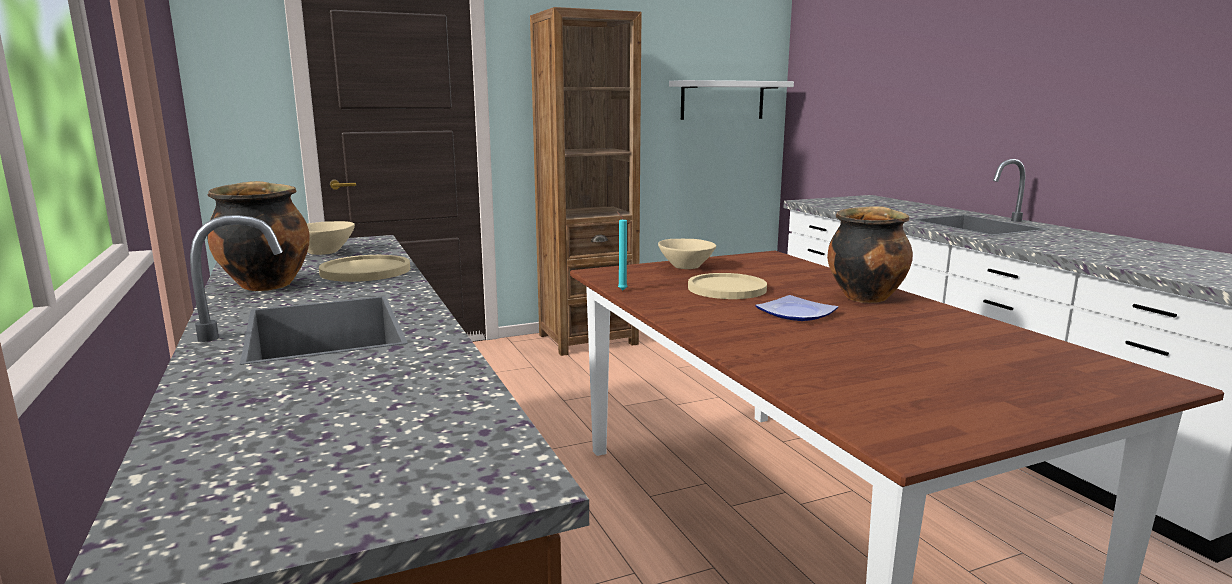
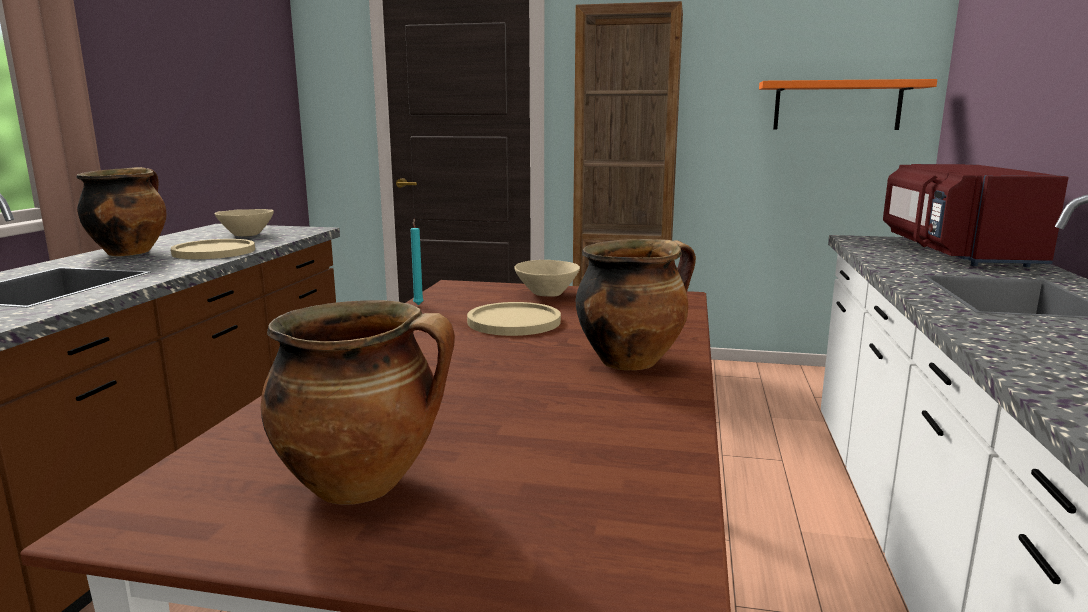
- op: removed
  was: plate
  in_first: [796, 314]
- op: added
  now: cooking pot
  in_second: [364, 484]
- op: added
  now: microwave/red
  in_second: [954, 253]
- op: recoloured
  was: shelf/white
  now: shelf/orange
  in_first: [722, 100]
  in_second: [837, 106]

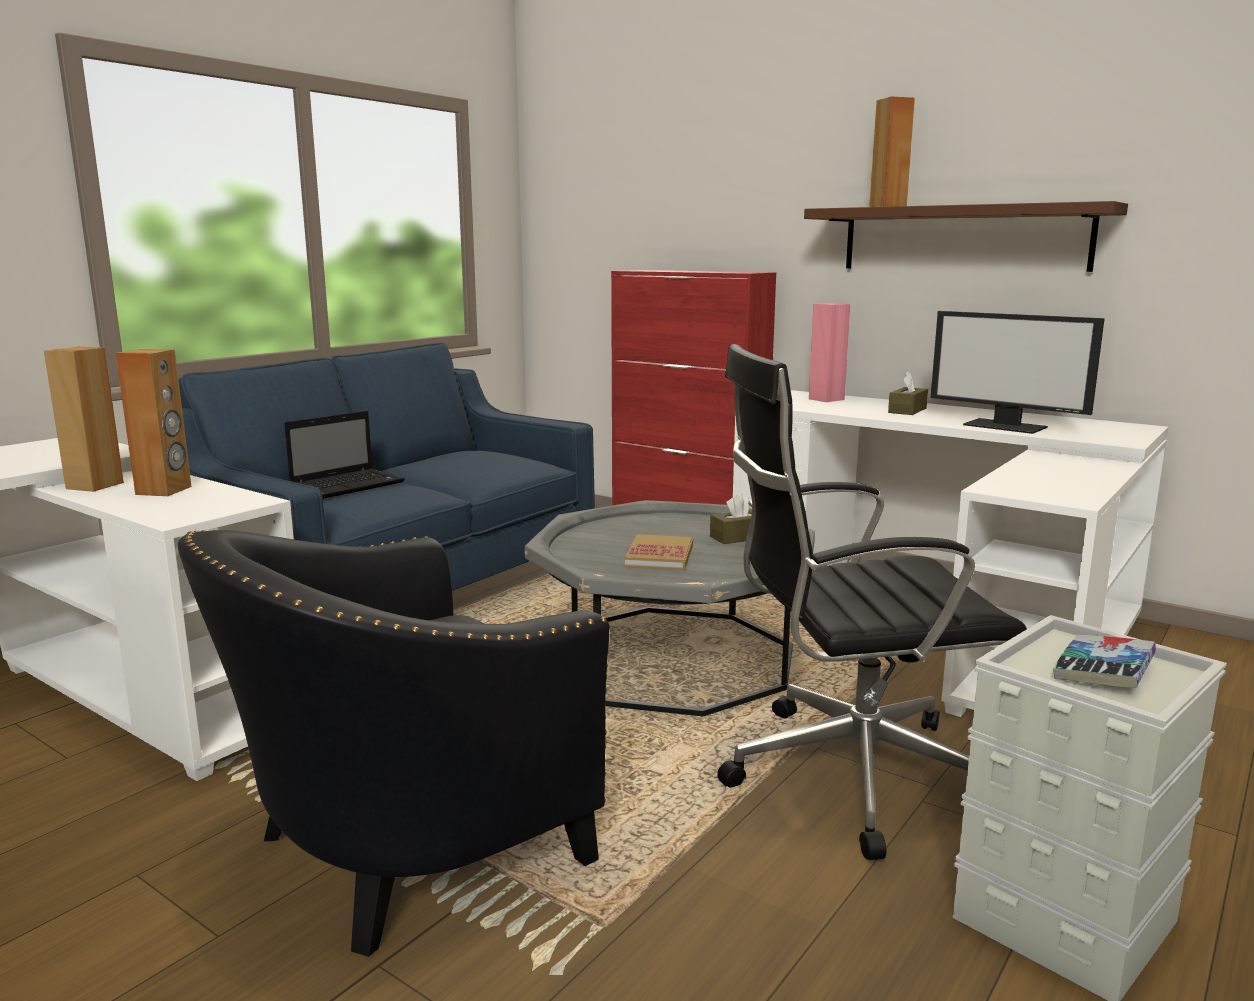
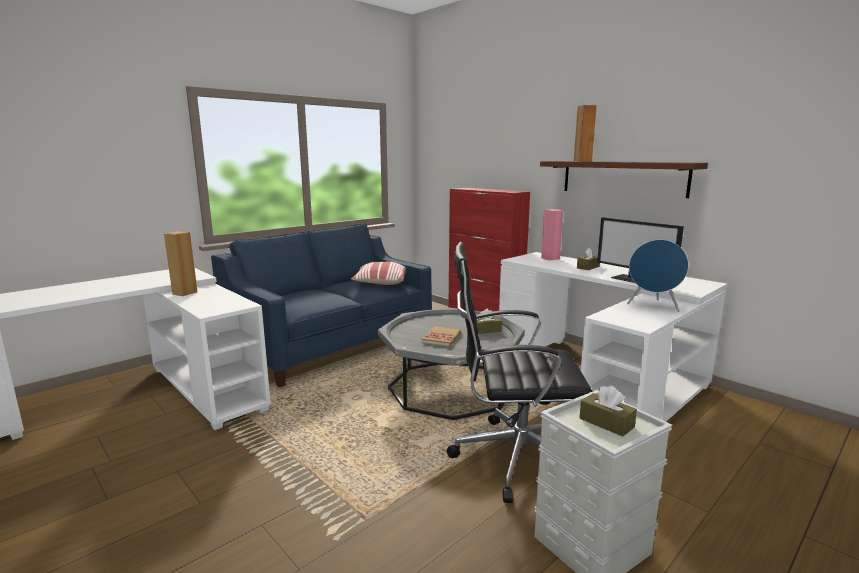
- op: removed
  was: speaker/brown
  in_first: [164, 490]
- op: removed
  was: armchair/black
  in_first: [402, 849]
- op: removed
  was: laptop
  in_first: [349, 485]
- op: added
  now: pillow
  in_second: [380, 283]
- op: added
  now: speaker/blue
  in_second: [653, 306]
- op: replaced
  was: book
  now: tissue box/brown
  in_first: [1103, 671]
  in_second: [606, 423]

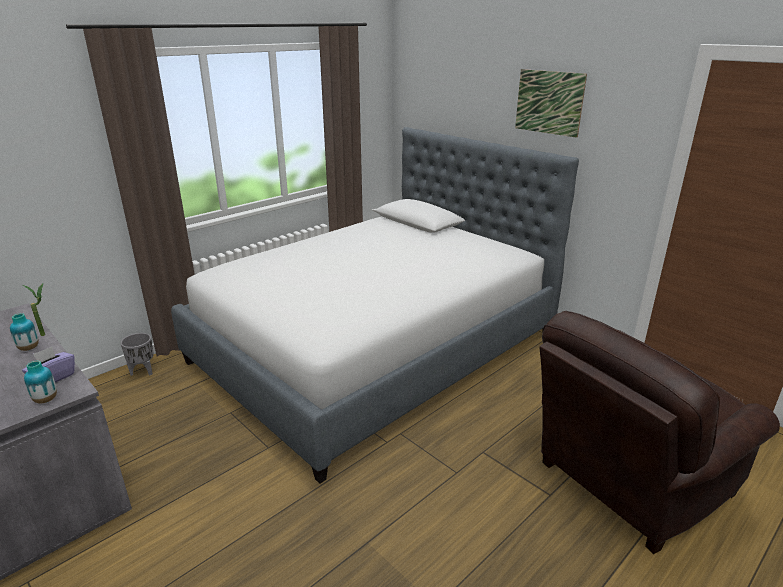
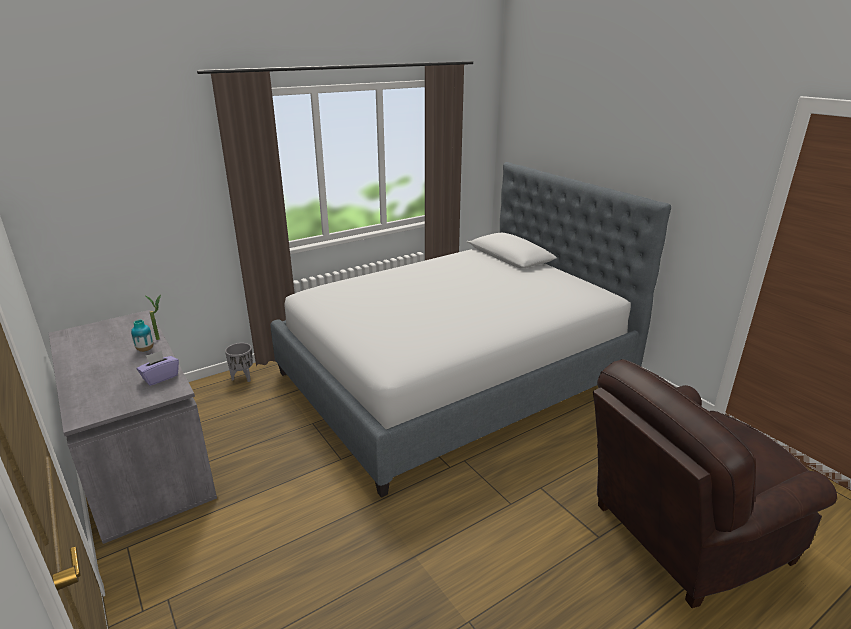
- op: removed
  was: vase
  in_first: [46, 400]
- op: removed
  was: picture
  in_first: [549, 102]

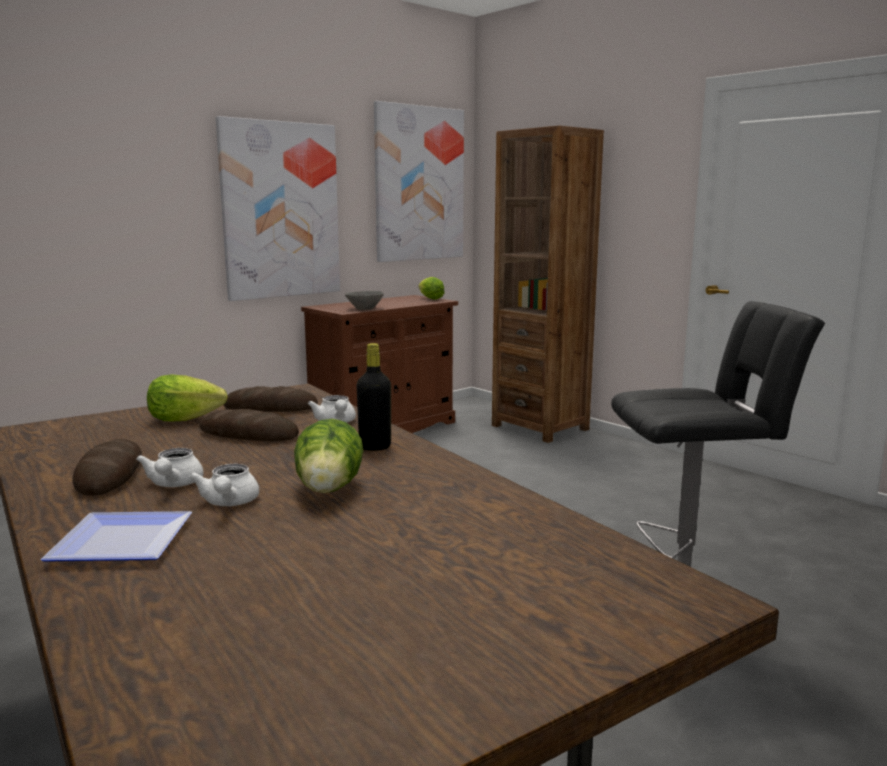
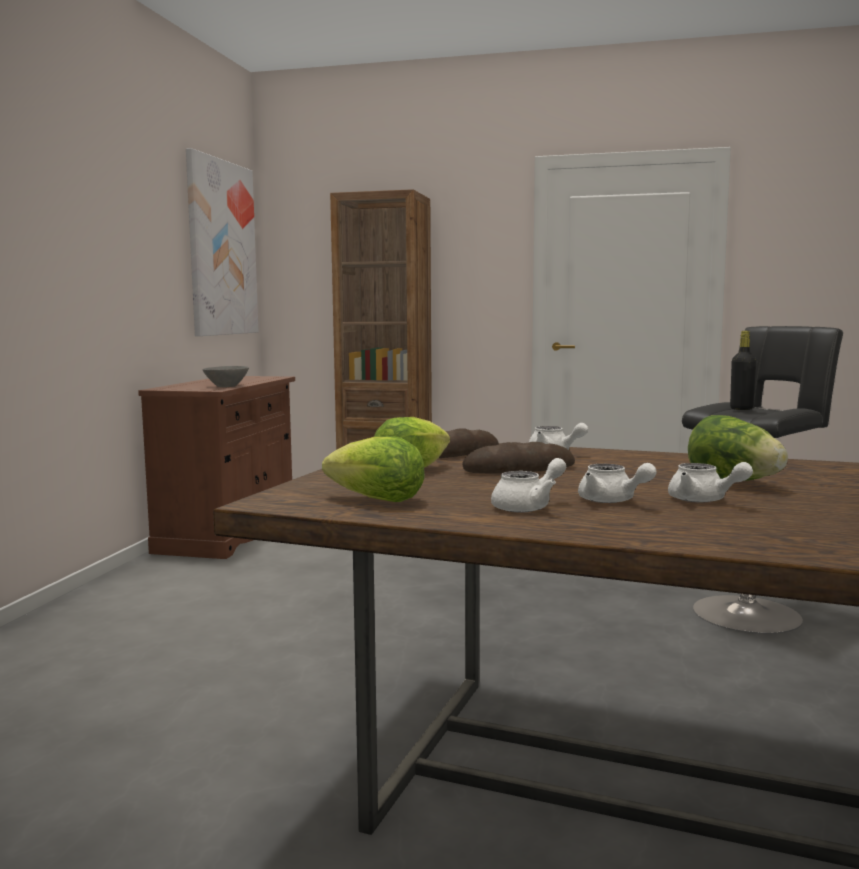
- op: removed
  was: plate
  in_first: [117, 544]
- op: removed
  was: picture
  in_first: [280, 210]
- op: moved
  was: bottle/black
  in_first: [375, 447]
  in_second: [741, 409]
- op: moved
  was: lettuce
  in_first: [430, 299]
  in_second: [377, 500]
- op: replaced
  was: bread
  now: teapot/white
  in_first: [110, 474]
  in_second: [528, 507]

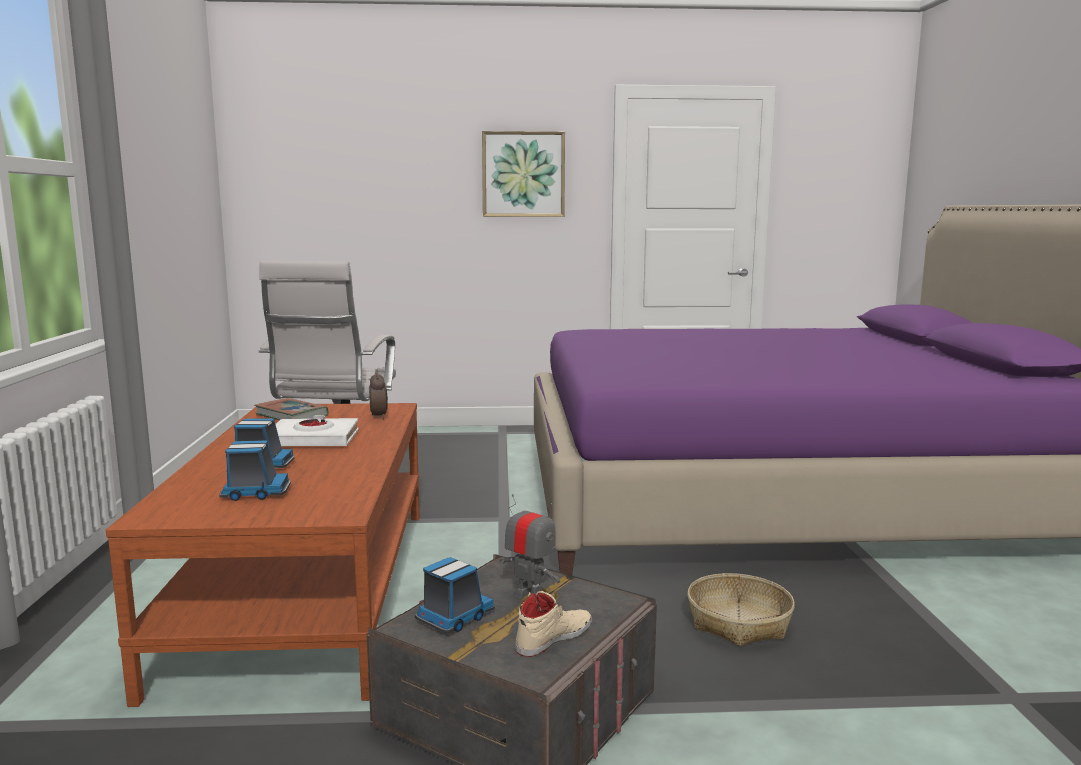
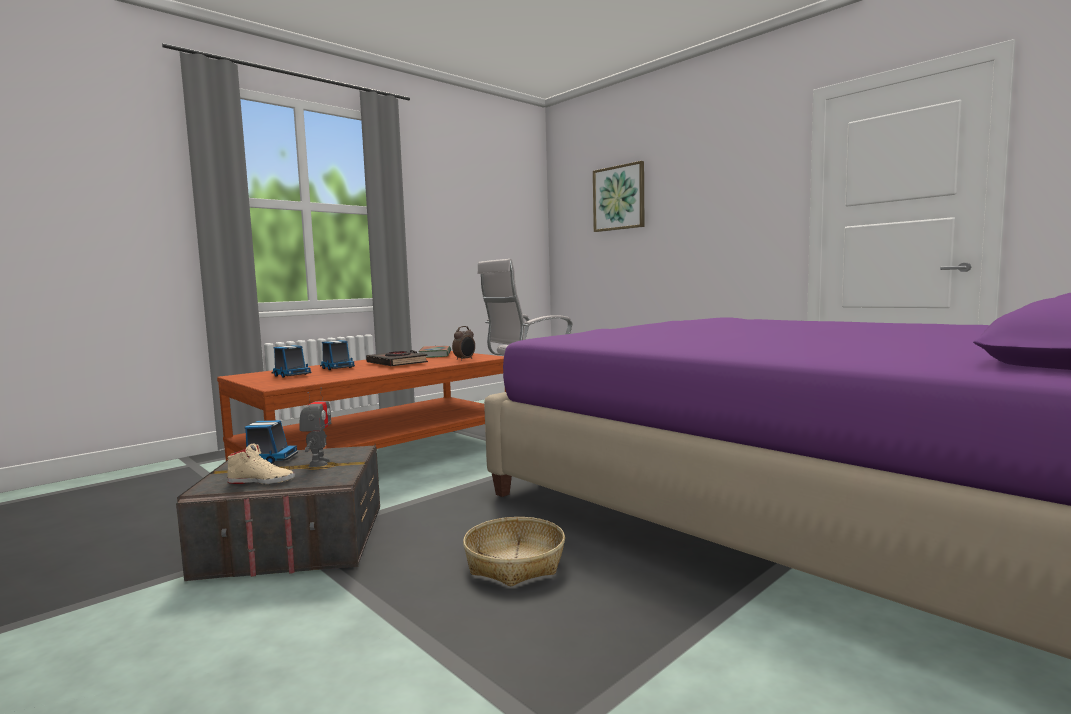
- op: moved
  was: picture
  in_first: [523, 174]
  in_second: [619, 198]
- op: recoloured
  was: book/white
  now: book/black
  in_first: [313, 439]
  in_second: [397, 363]

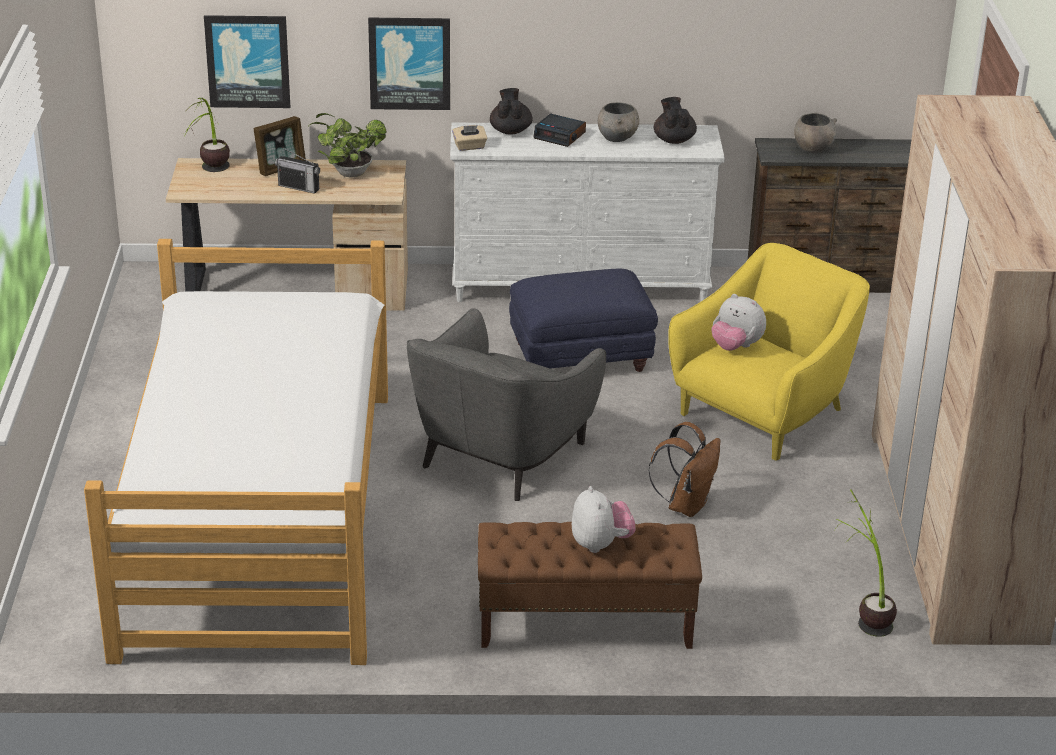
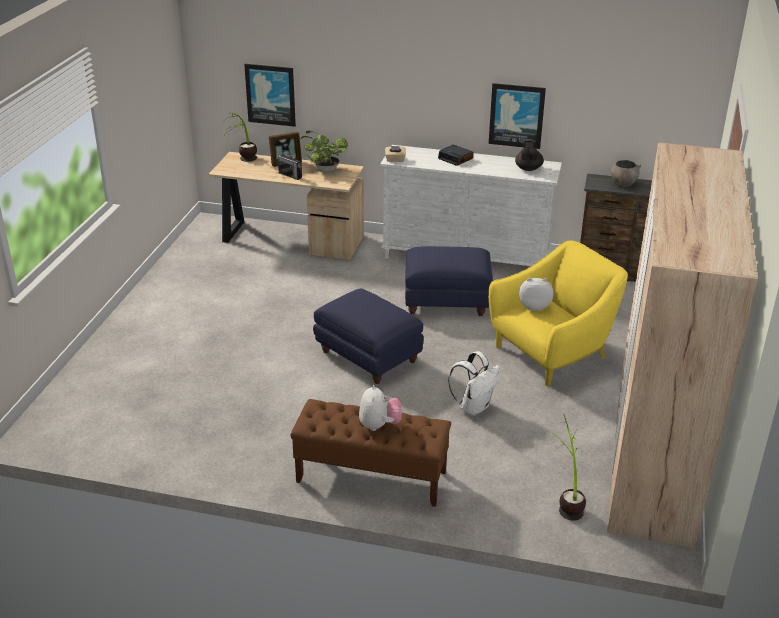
- op: removed
  was: bed
  in_first: [259, 518]
- op: removed
  was: teapot/black
  in_first: [510, 130]
- op: removed
  was: bowl/grey
  in_first: [617, 138]
- op: moved
  was: picture
  in_first: [409, 63]
  in_second: [516, 115]
- op: replaced
  was: armchair/grey
  now: ottoman/blue
  in_first: [500, 454]
  in_second: [367, 356]
- op: recoloured
  was: backpack/brown
  now: backpack/white
  in_first: [686, 505]
  in_second: [474, 407]
- op: turned
  was: plush toy
  in_first: [736, 346]
  in_second: [534, 306]
  clockwise: 135

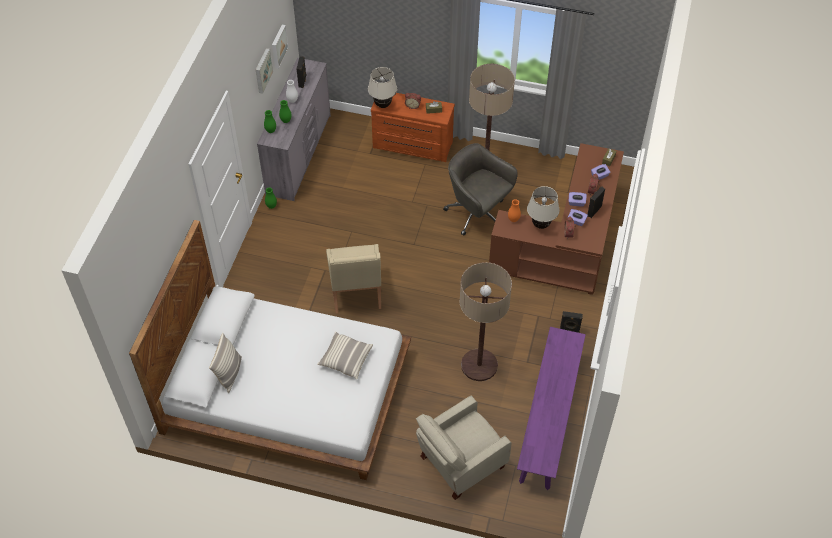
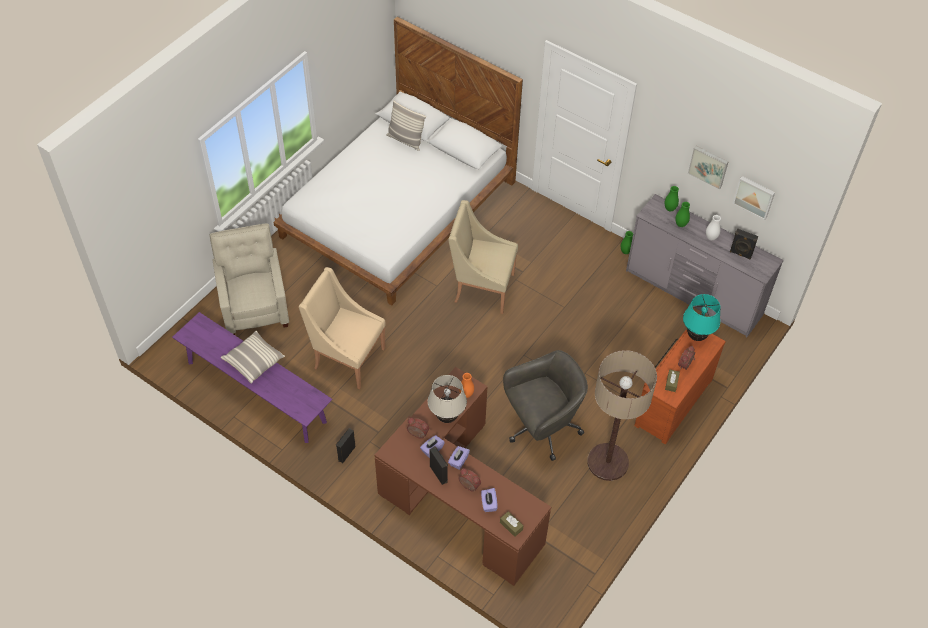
- op: moved
  was: pillow
  in_first: [345, 359]
  in_second: [254, 361]
- op: replaced
  was: floor lamp
  now: armchair/beige
  in_first: [479, 365]
  in_second: [347, 358]
- op: recoloured
  was: table lamp/beige
  now: table lamp/turquoise
  in_first: [383, 105]
  in_second: [696, 336]

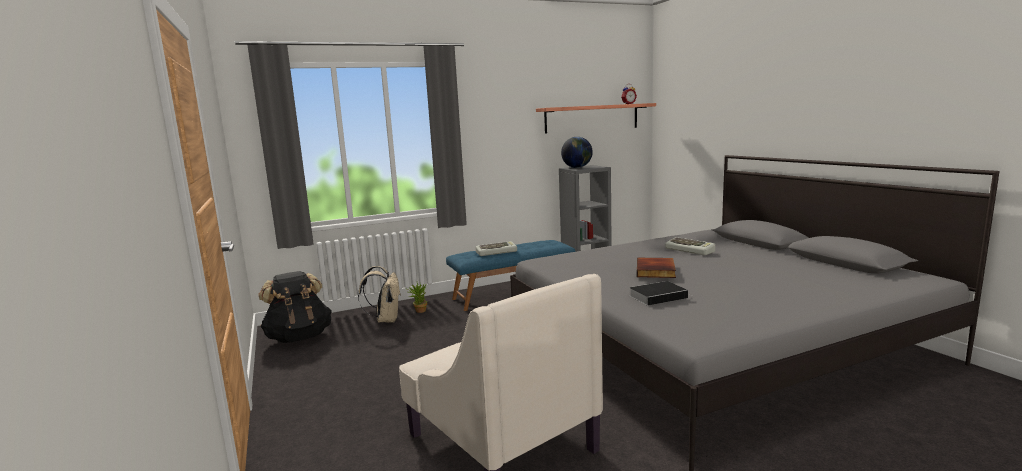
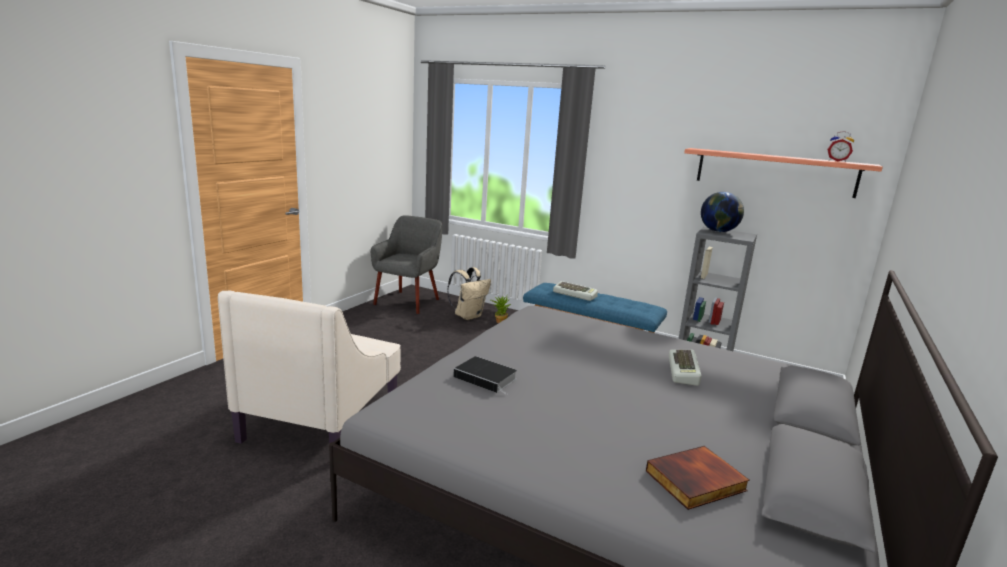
- op: moved
  was: book
  in_first: [656, 271]
  in_second: [696, 482]
- op: replaced
  was: backpack/black
  now: armchair/grey
  in_first: [299, 337]
  in_second: [408, 301]

